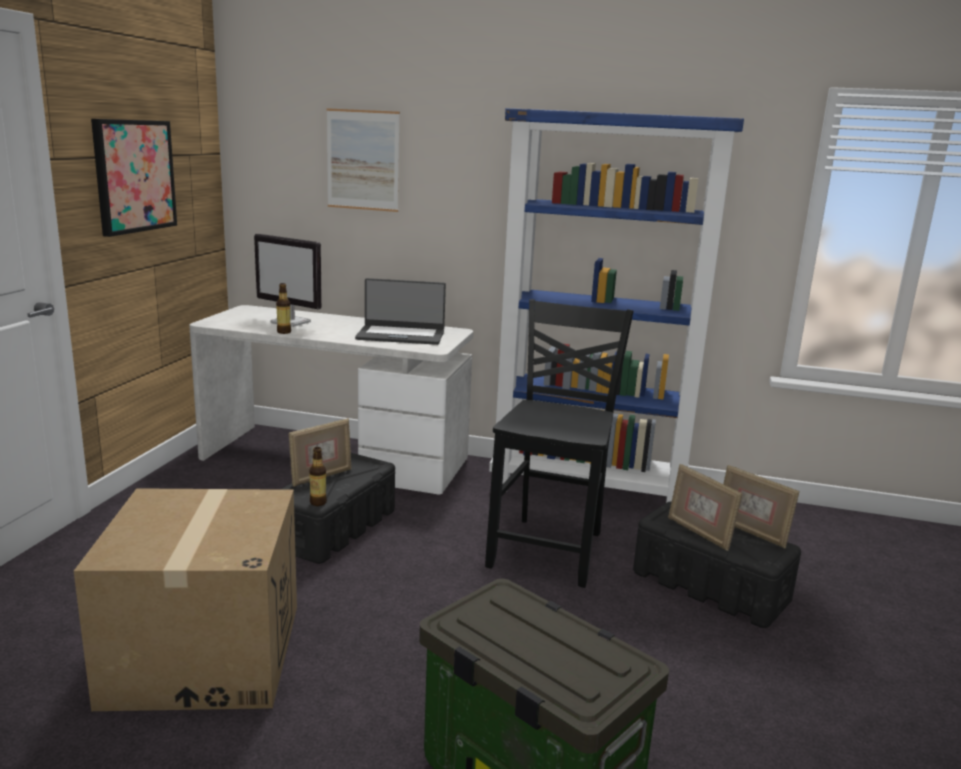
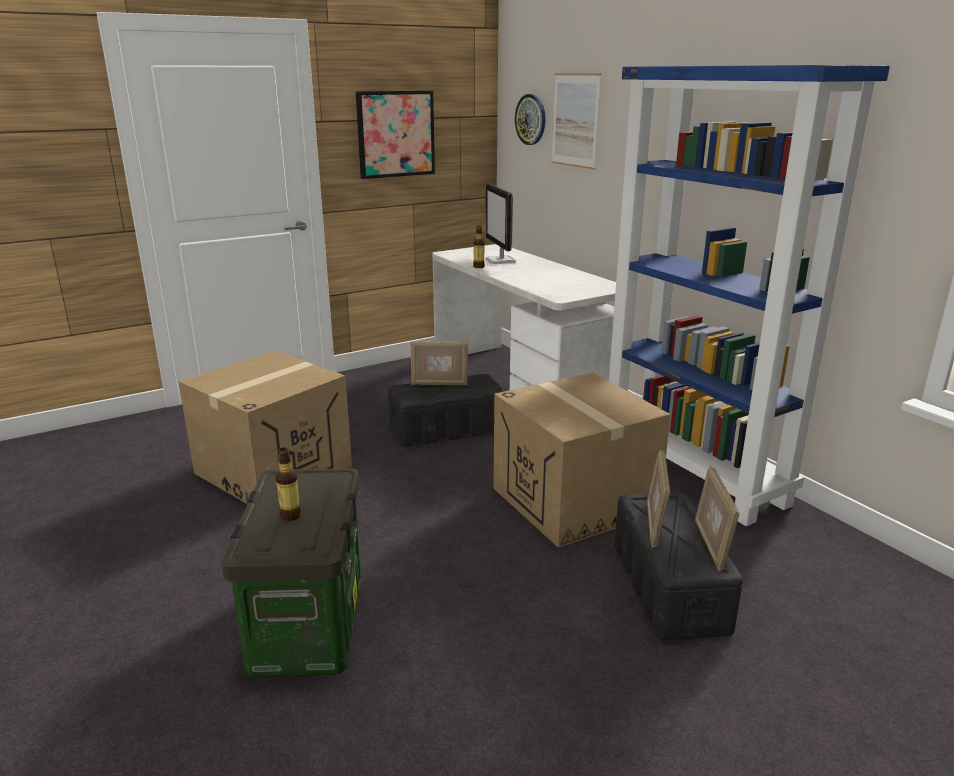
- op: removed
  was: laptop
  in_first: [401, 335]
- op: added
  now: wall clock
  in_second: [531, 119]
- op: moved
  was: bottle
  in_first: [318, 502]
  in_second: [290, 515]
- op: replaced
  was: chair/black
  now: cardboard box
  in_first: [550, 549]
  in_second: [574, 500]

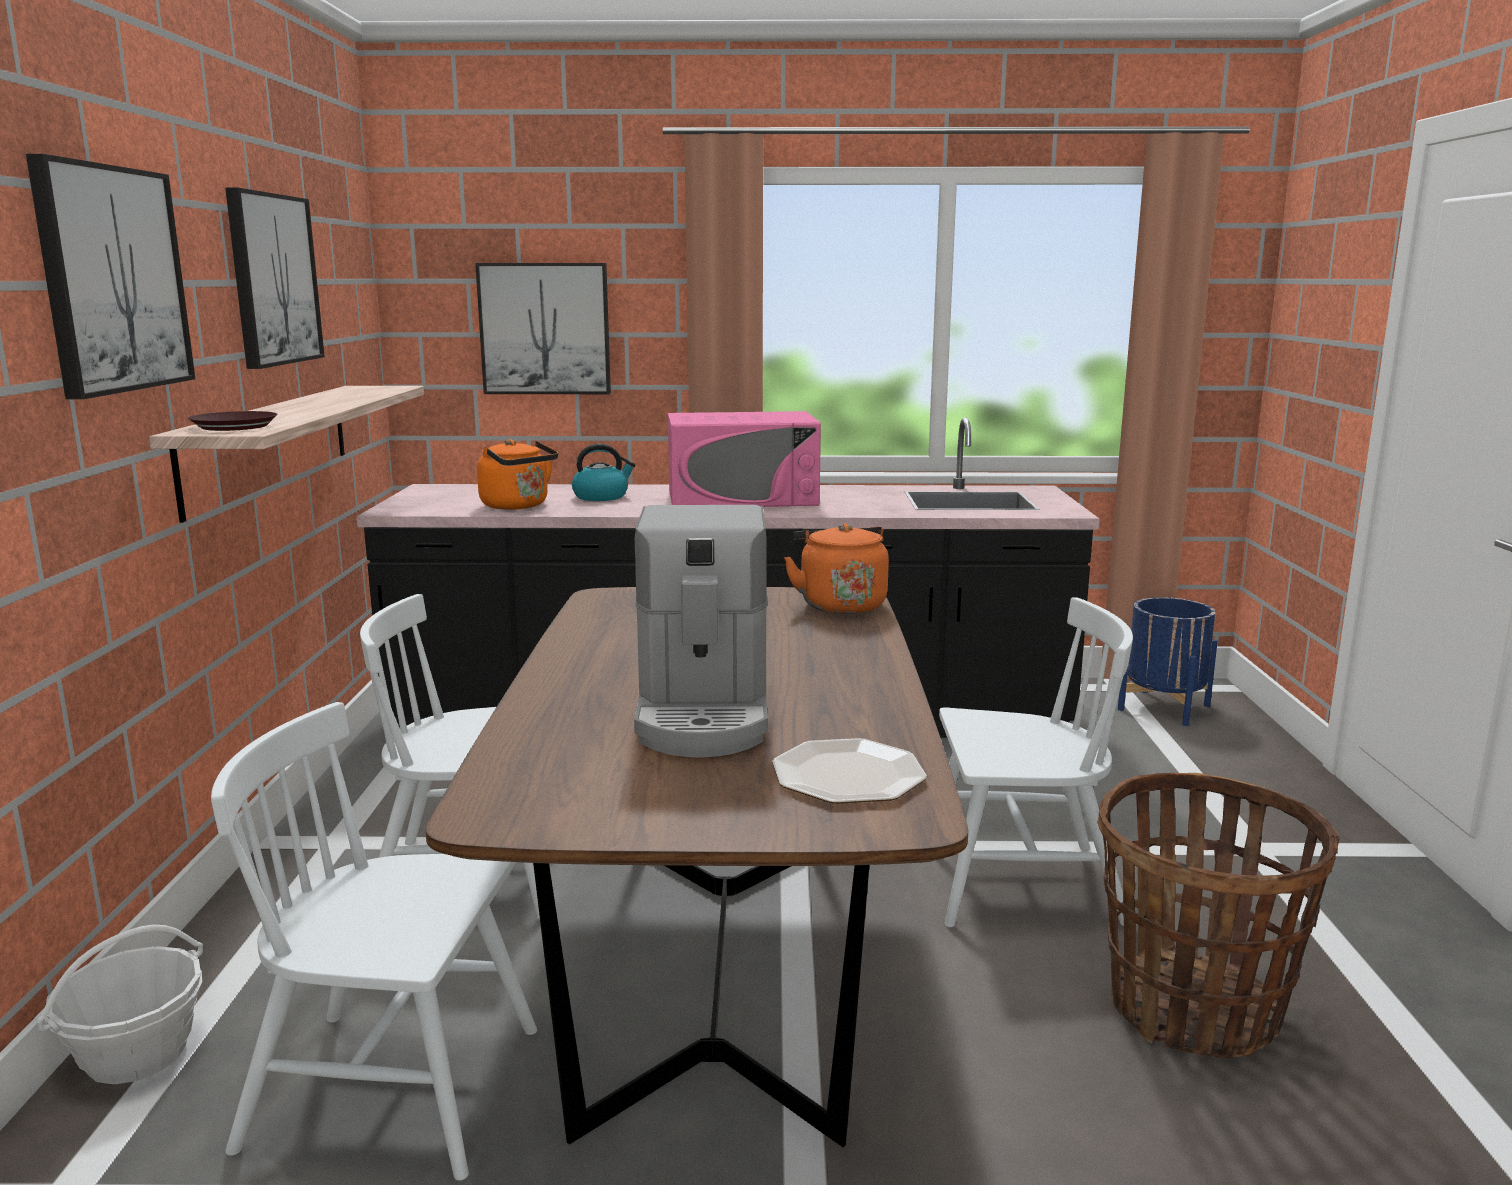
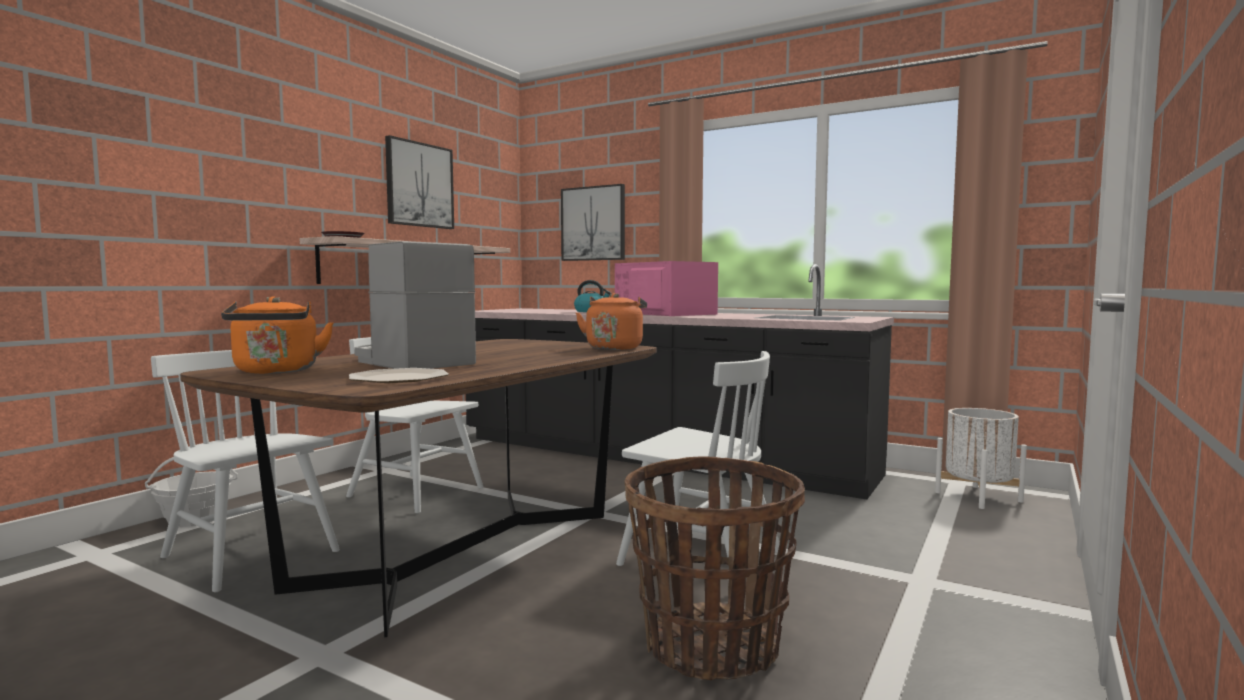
- op: removed
  was: picture
  in_first: [112, 279]
- op: moved
  was: kettle/orange
  in_first: [518, 506]
  in_second: [276, 371]
- op: recoloured
  was: planter/blue
  now: planter/white
  in_first: [1164, 707]
  in_second: [978, 497]
- op: turned
  was: coffee machine
  in_first: [704, 713]
  in_second: [411, 362]
  clockwise: 105
- op: turned
  was: microwave/pink
  in_first: [742, 498]
  in_second: [664, 313]
  clockwise: -150

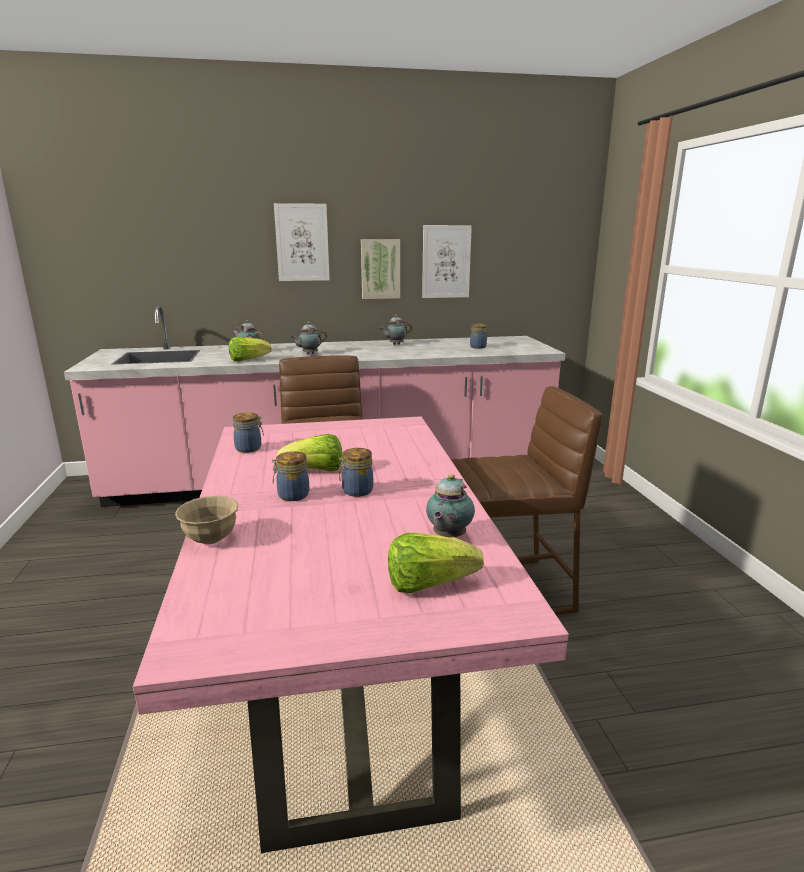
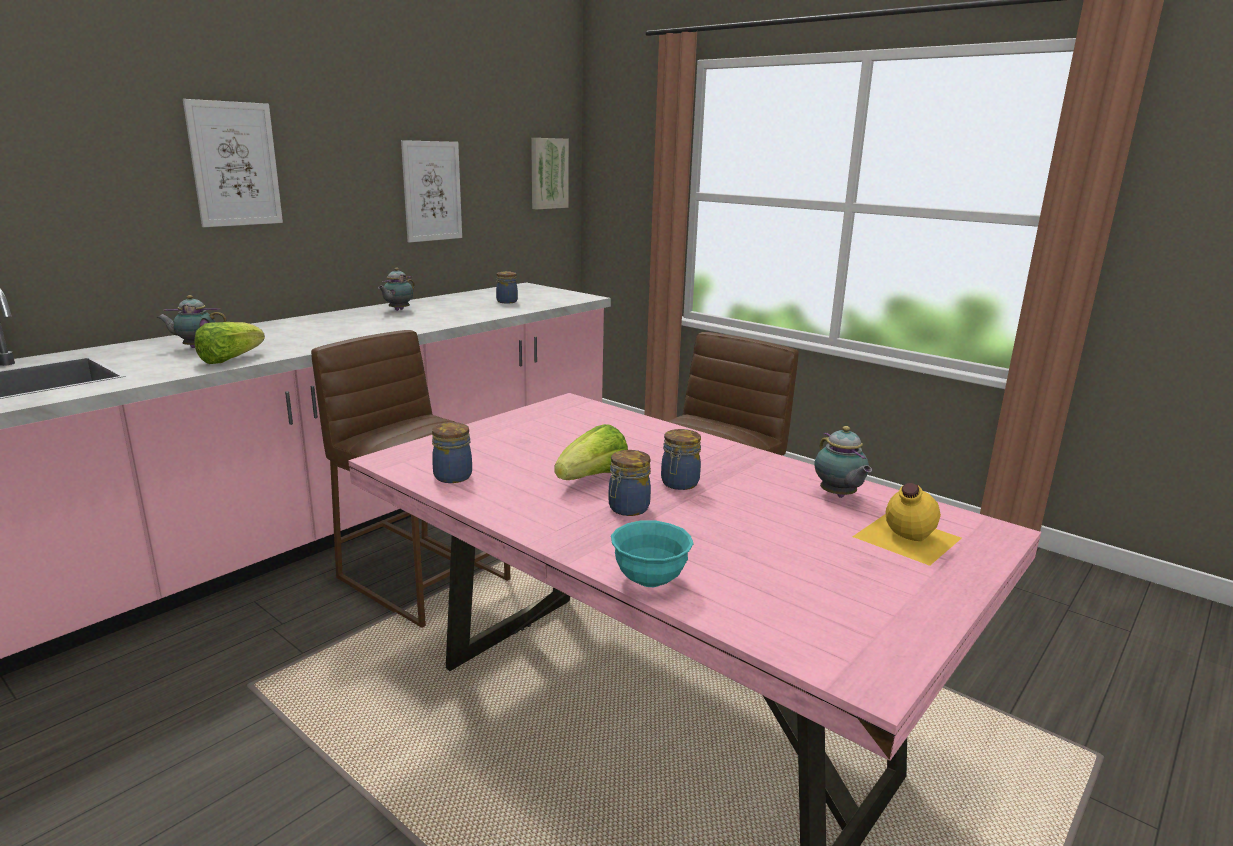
- op: removed
  was: teapot
  in_first: [309, 354]
- op: moved
  was: picture
  in_first: [380, 269]
  in_second: [548, 173]
- op: replaced
  was: lettuce
  now: bottle/yellow
  in_first: [428, 584]
  in_second: [905, 537]
- op: recoloured
  was: bowl/beige
  now: bowl/turquoise
  in_first: [210, 539]
  in_second: [650, 580]

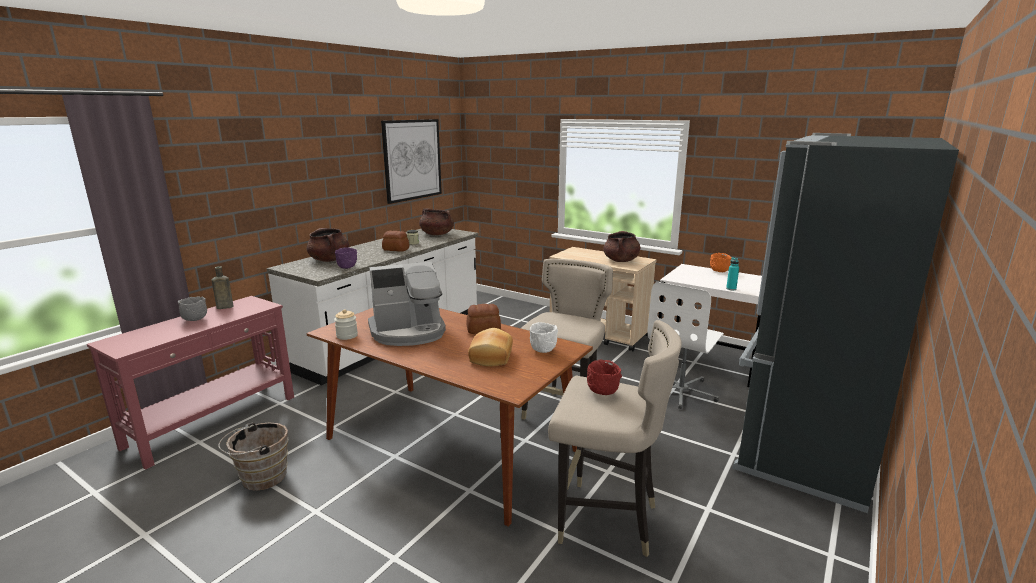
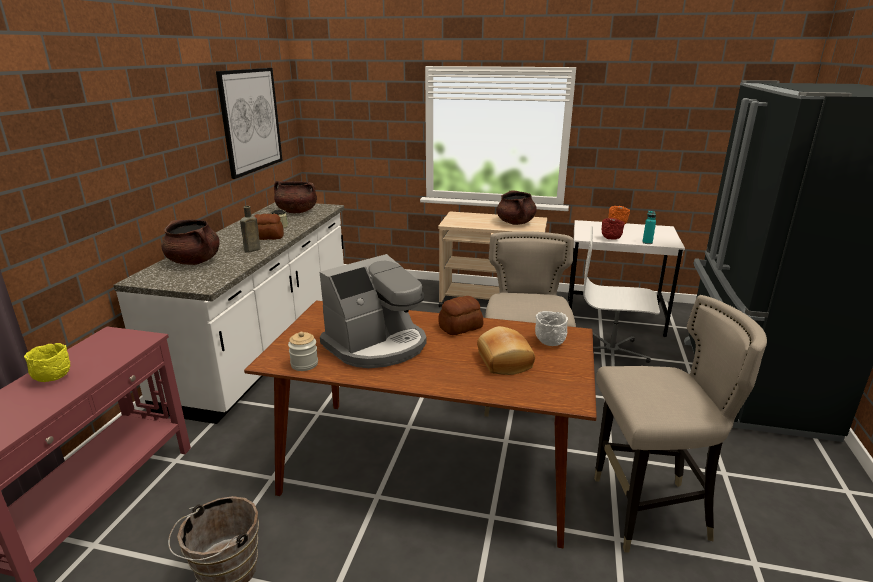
- op: removed
  was: bowl/purple
  in_first: [347, 267]
- op: moved
  was: bottle/brown
  in_first: [223, 307]
  in_second: [251, 250]
- op: moved
  was: bowl/red
  in_first: [602, 392]
  in_second: [610, 239]
- op: recoloured
  was: bowl/grey
  now: bowl/yellow
  in_first: [195, 320]
  in_second: [53, 379]
- op: turned
  was: office chair/white
  in_first: [681, 391]
  in_second: [612, 352]
  clockwise: 90

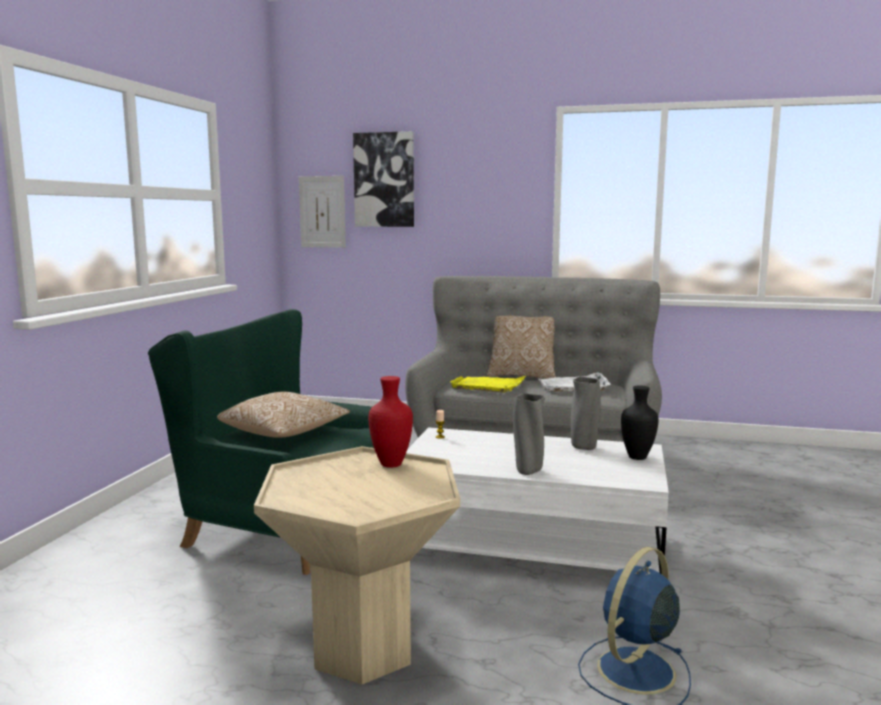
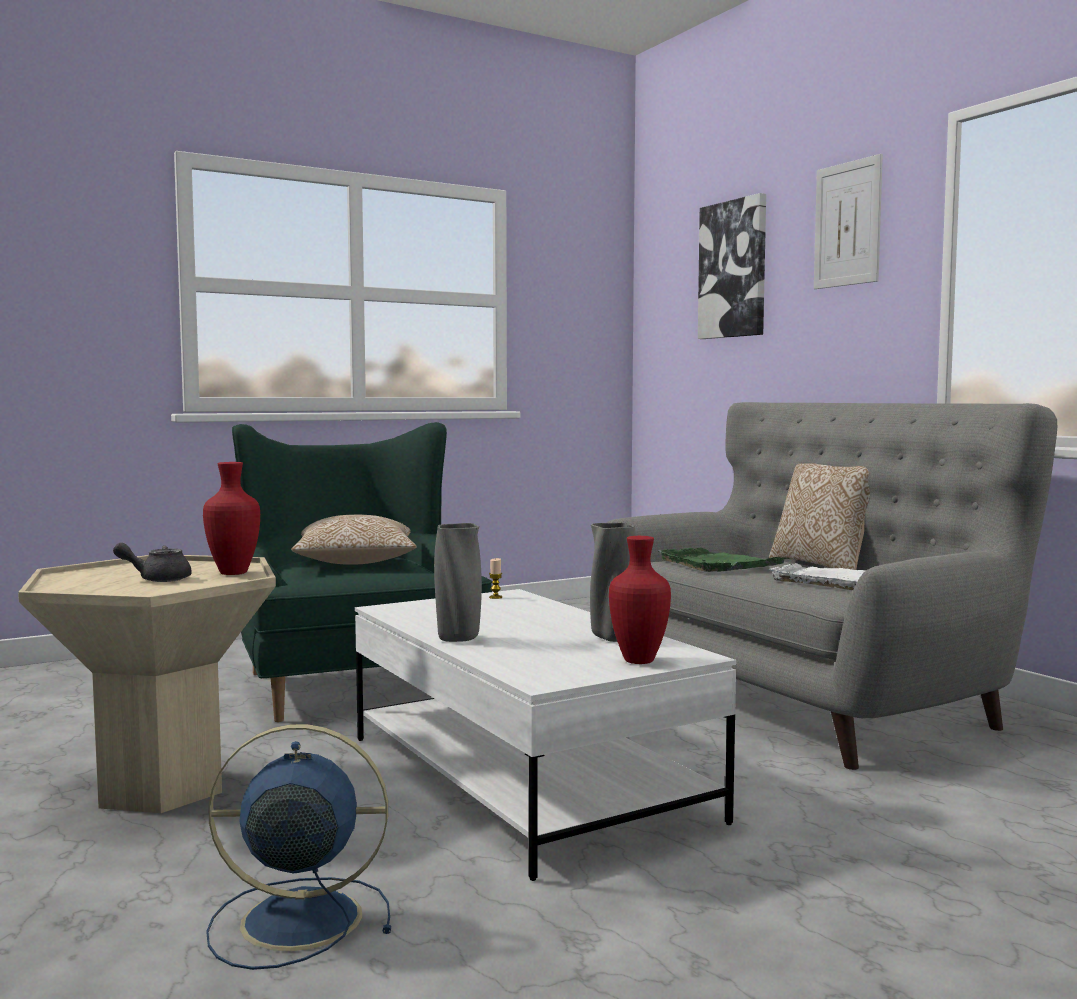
- op: added
  now: teapot/grey
  in_second: [158, 579]
- op: moved
  was: picture
  in_first: [322, 212]
  in_second: [847, 224]
- op: recoloured
  was: tray/yellow
  now: tray/green
  in_first: [488, 386]
  in_second: [718, 564]
- op: recoloured
  was: vase/black
  now: vase/red
  in_first: [637, 458]
  in_second: [637, 661]

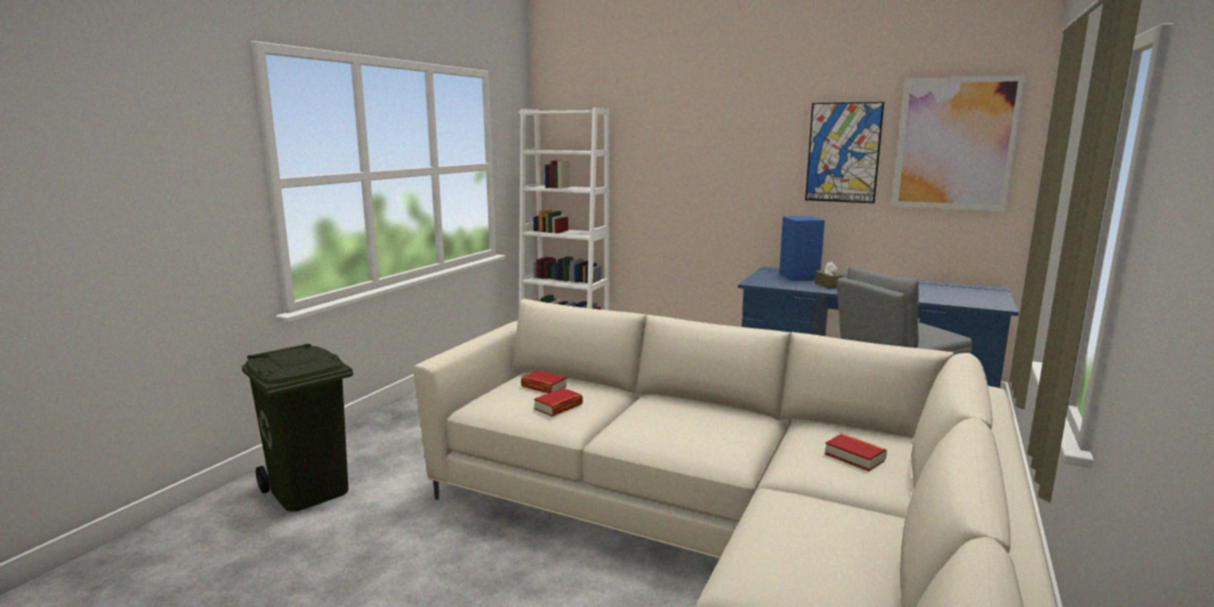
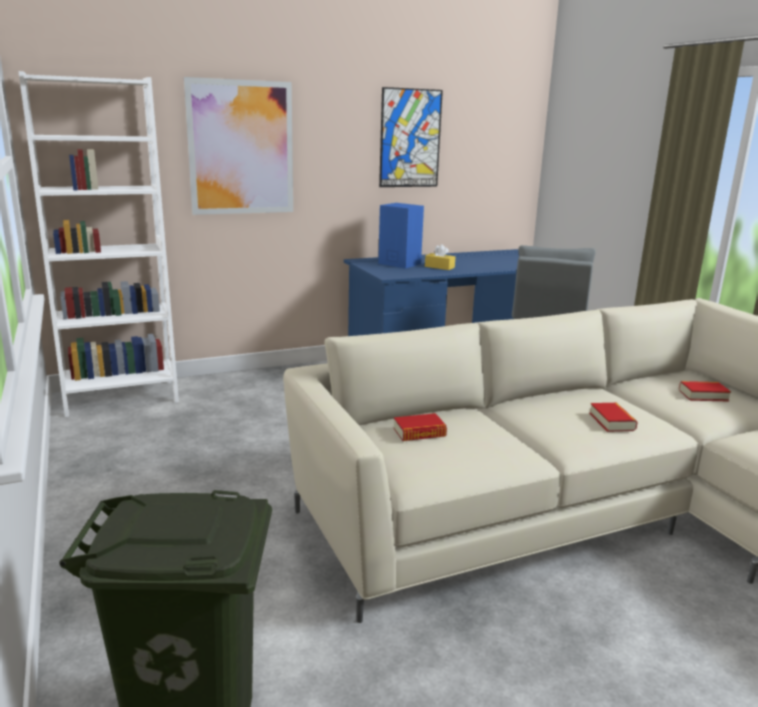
- op: moved
  was: book
  in_first: [558, 407]
  in_second: [612, 422]
- op: moved
  was: picture
  in_first: [955, 144]
  in_second: [241, 148]
- op: recoloured
  was: tissue box/brown
  now: tissue box/yellow
  in_first: [828, 285]
  in_second: [439, 267]

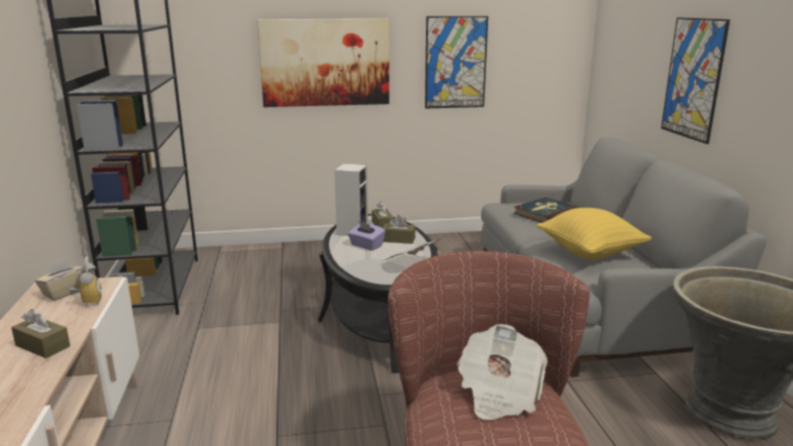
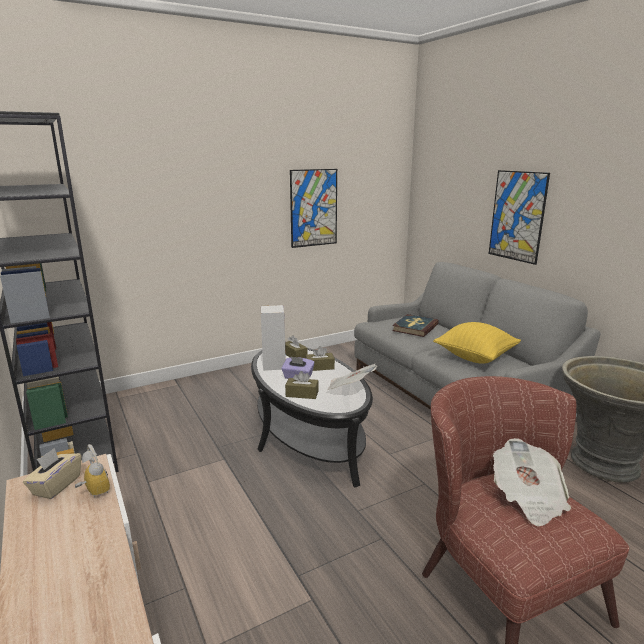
- op: removed
  was: picture
  in_first: [325, 62]
- op: moved
  was: tissue box/brown
  in_first: [42, 346]
  in_second: [302, 394]

